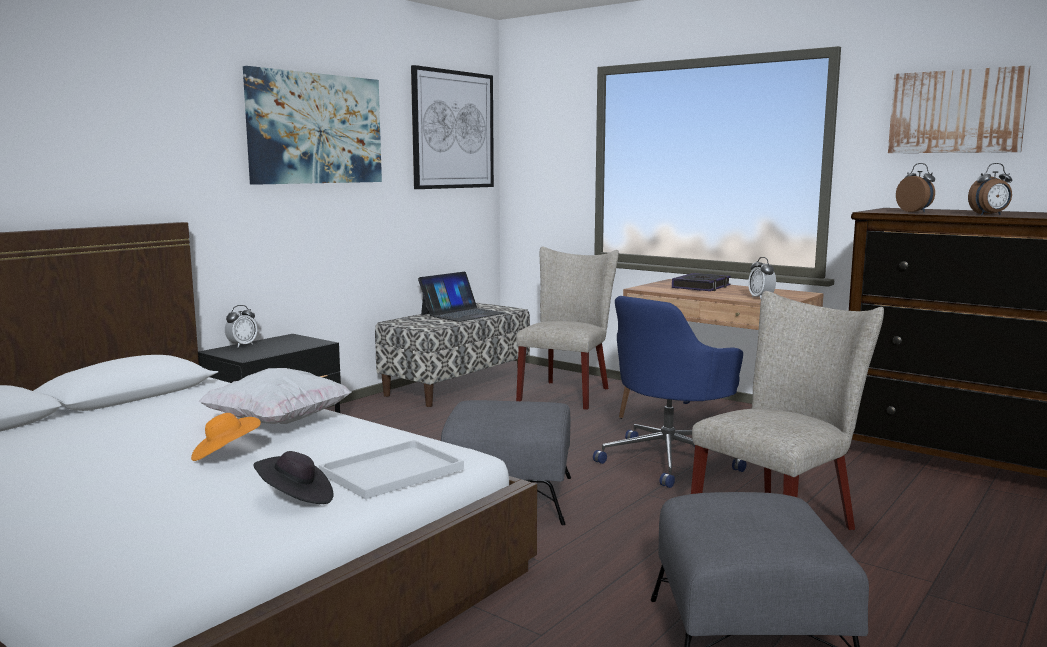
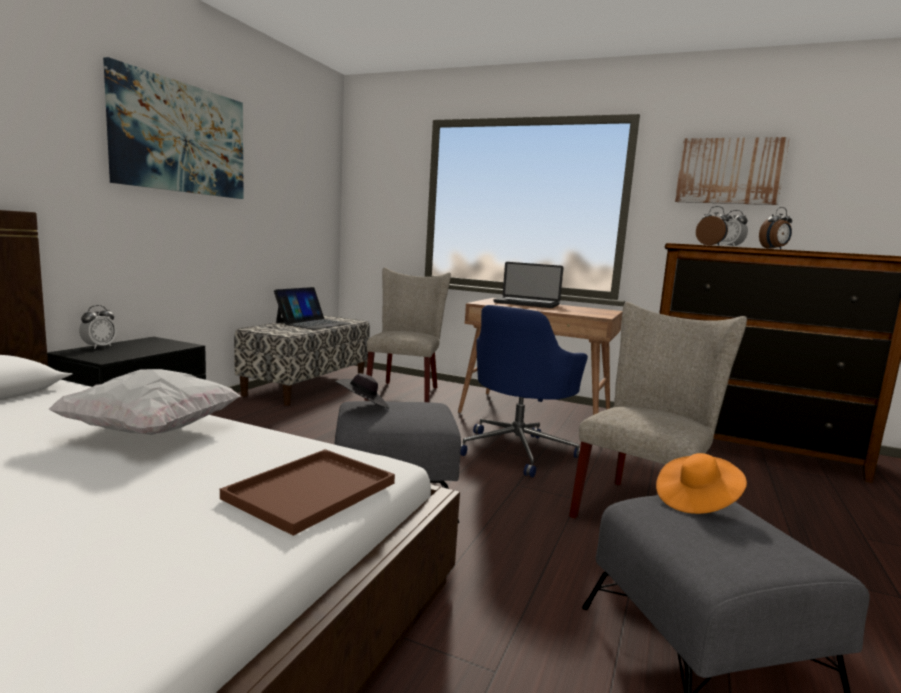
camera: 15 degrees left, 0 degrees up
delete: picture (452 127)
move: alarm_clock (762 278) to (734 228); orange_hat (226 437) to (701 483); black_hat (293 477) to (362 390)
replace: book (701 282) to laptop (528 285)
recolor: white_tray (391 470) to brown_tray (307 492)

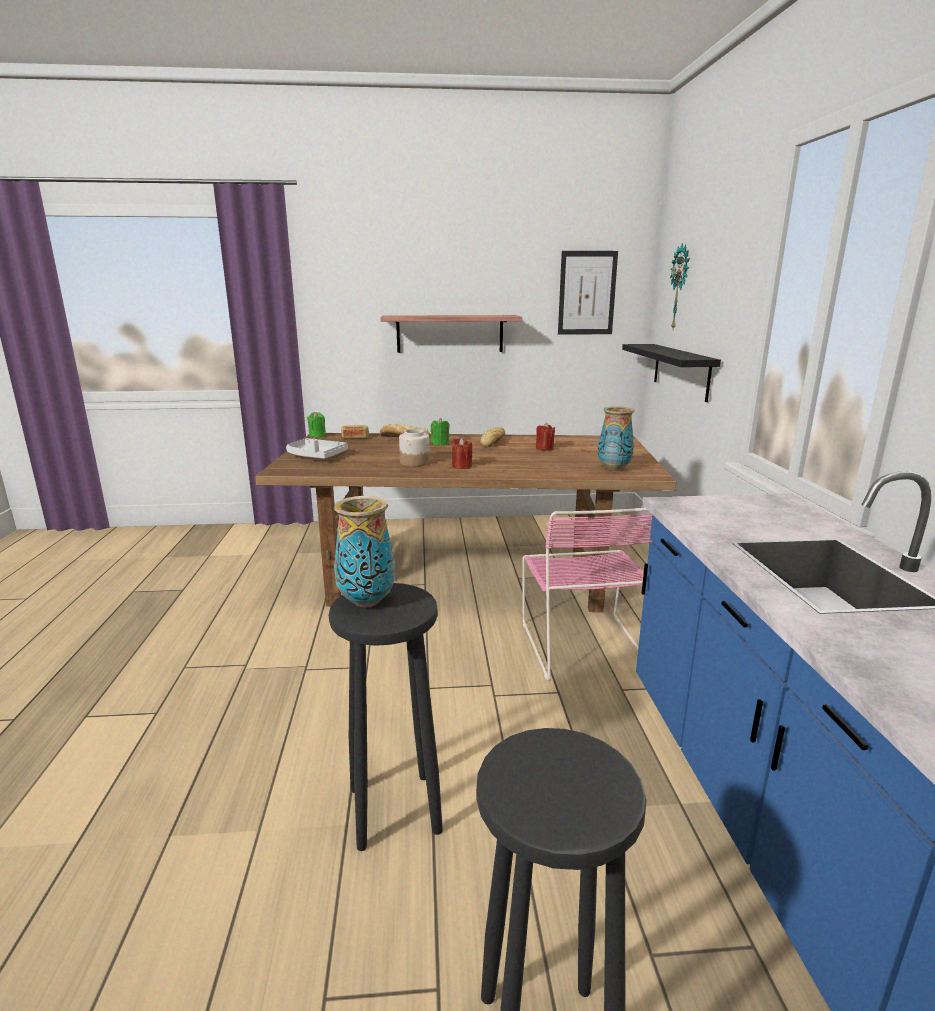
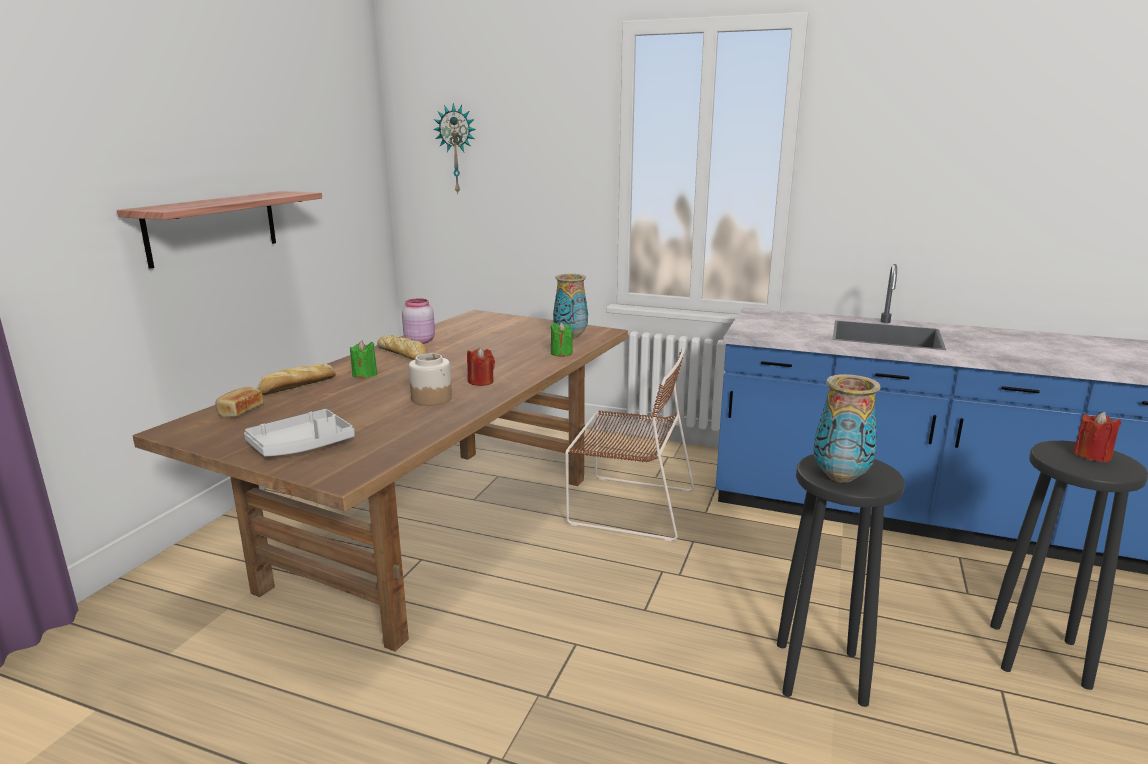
camera: 65 degrees left, 0 degrees up
delete: picture (588 293); black_shelf (671 373)
insert: pink_jar (418 321)
move: green_candle (316 425) to (561 339); red_candle (545 437) to (1097 437)
recolor: pink_chair (587 594) to brown_chair (629 444)

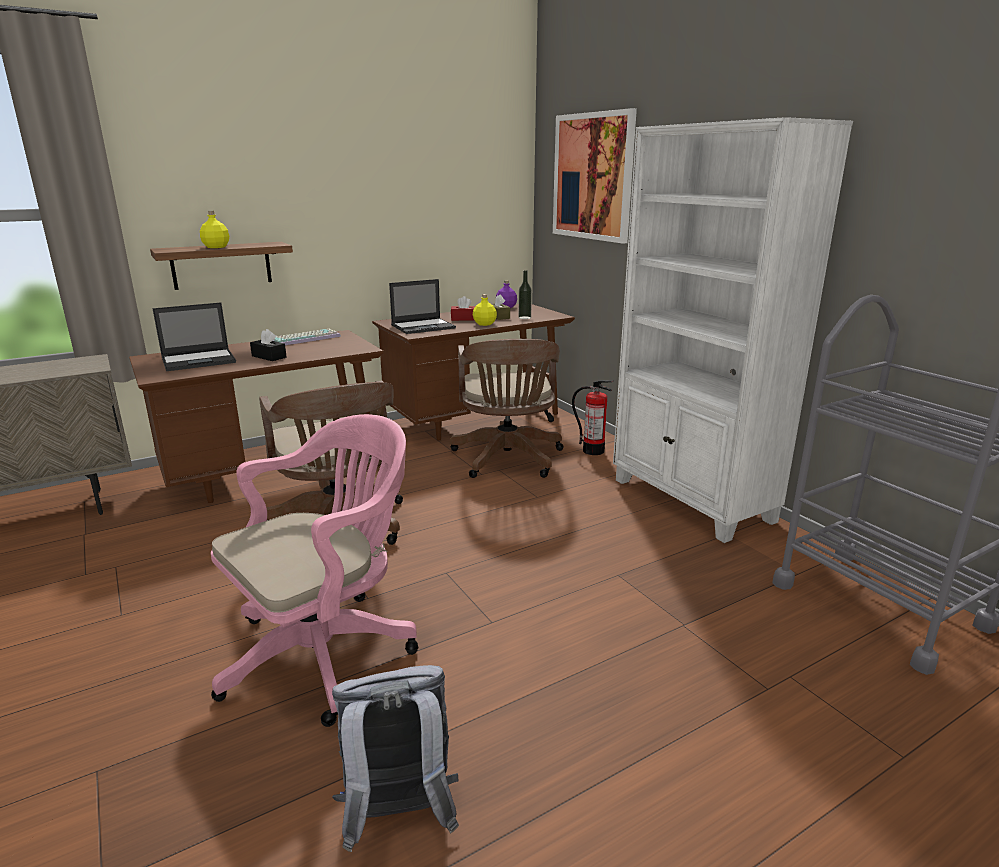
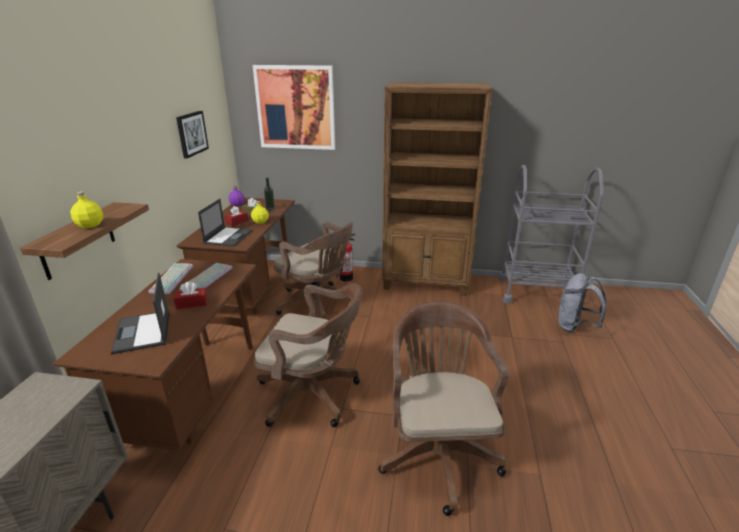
camera: 50 degrees left, 5 degrees up
insert: picture (192 135); keyboard (206 277)
move: grey_backpack (395 758) to (583 303)
recolor: white_bookcase (733 330) to brown_bookcase (437 189); black_tissue_box (268 345) to red_tissue_box (190 295); pink_office_chair (314 570) to brown_office_chair (443 408)
rotate: laptop (194 336) = (140 313) 150 degrees clockwise

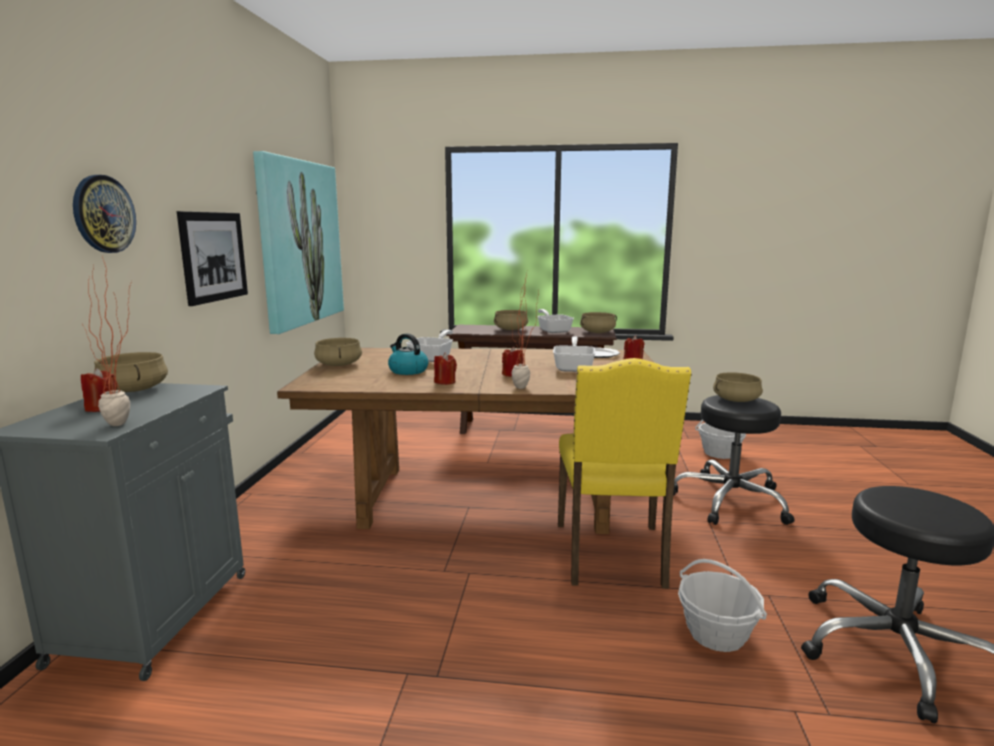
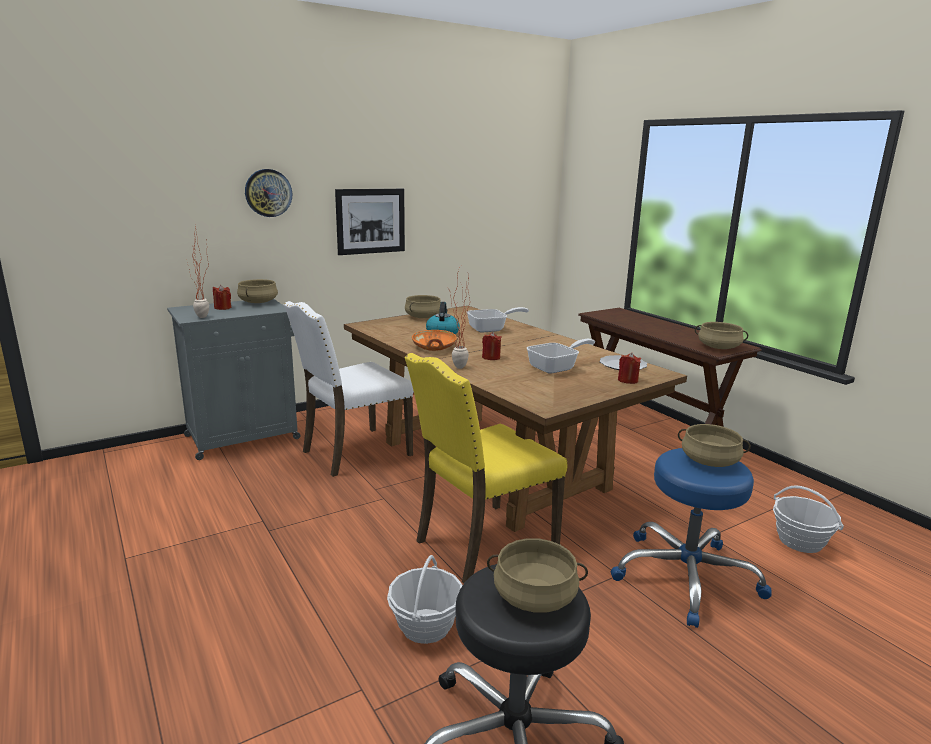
camera: 50 degrees right, 5 degrees up
delete: picture (298 242); frying_pan (555 321)
insert: white_chair (348 389)
move: beige_cooking_pot (511 320) to (537 575)
replace: red_candle (445 369) to orange_bowl (434 340)
recolor: black_stool (734 460) to blue_stool (691 538)

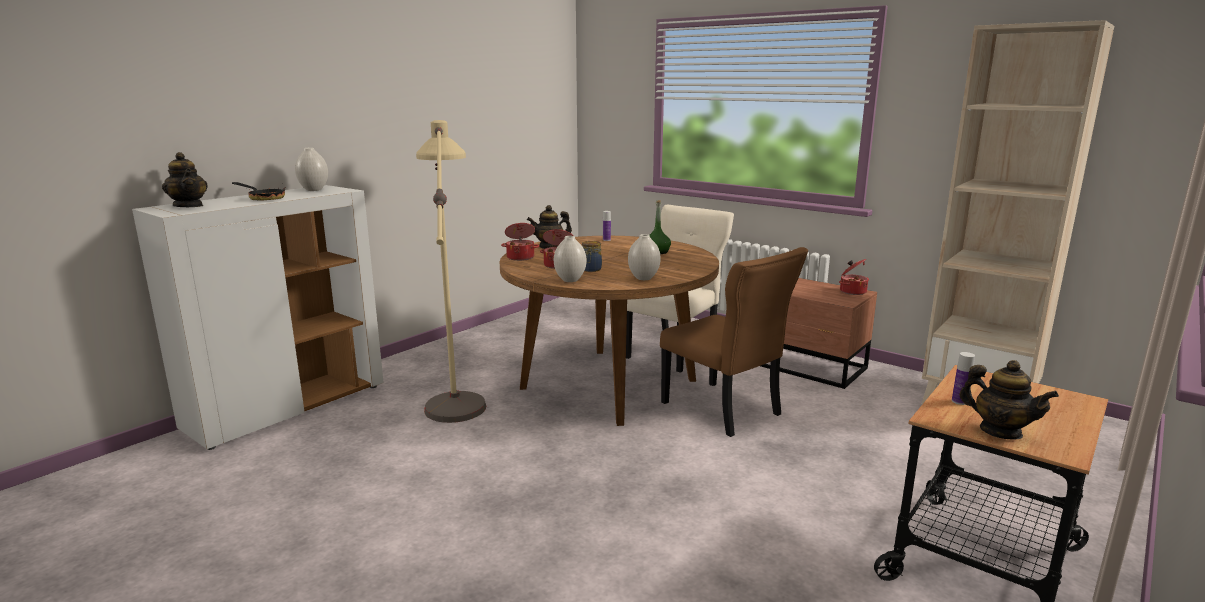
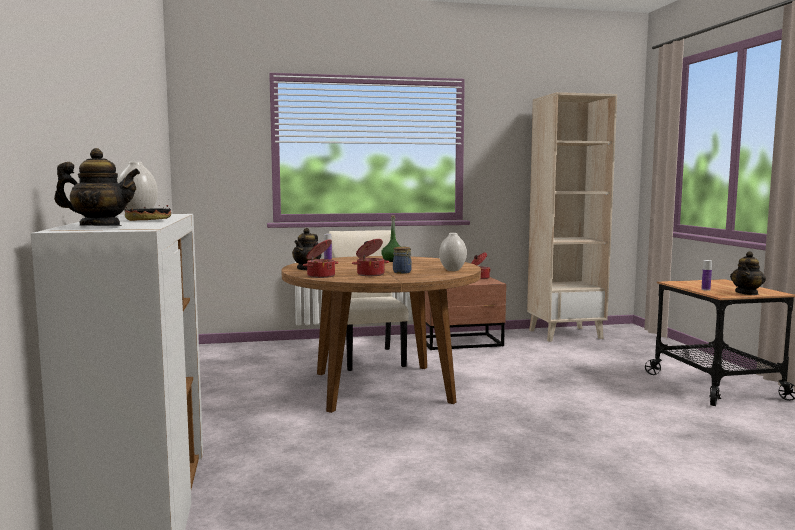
camera: 50 degrees left, 10 degrees down
delete: beige_floor_lamp (451 271); white_vase (570 259); brown_chair (734 342)
rotate: teapot (1009 400) = (748 273) 135 degrees clockwise

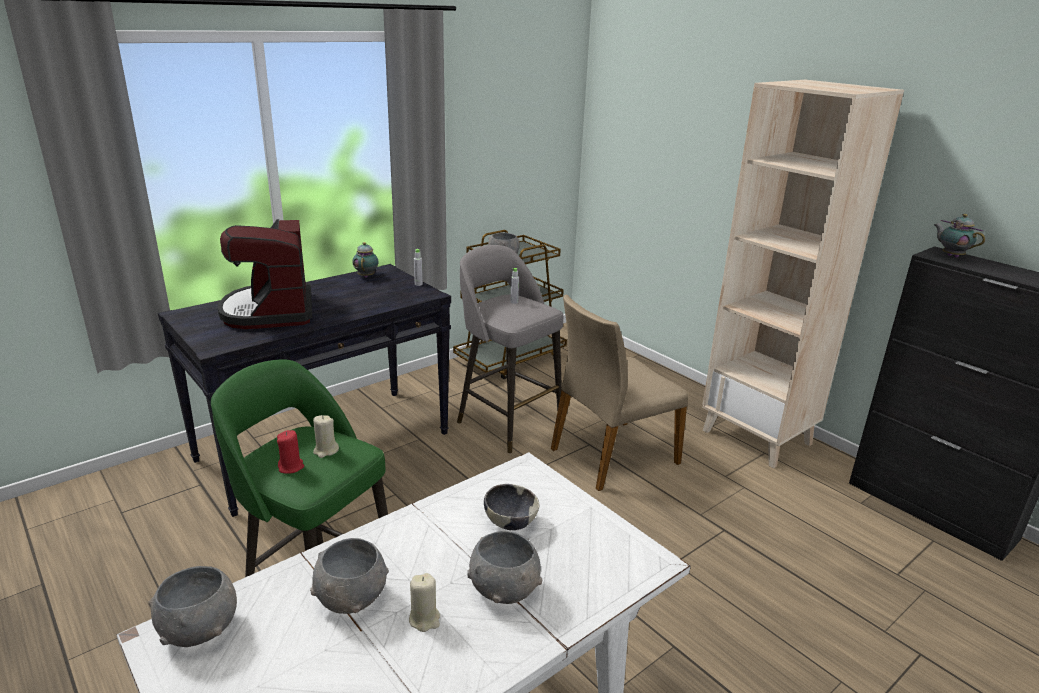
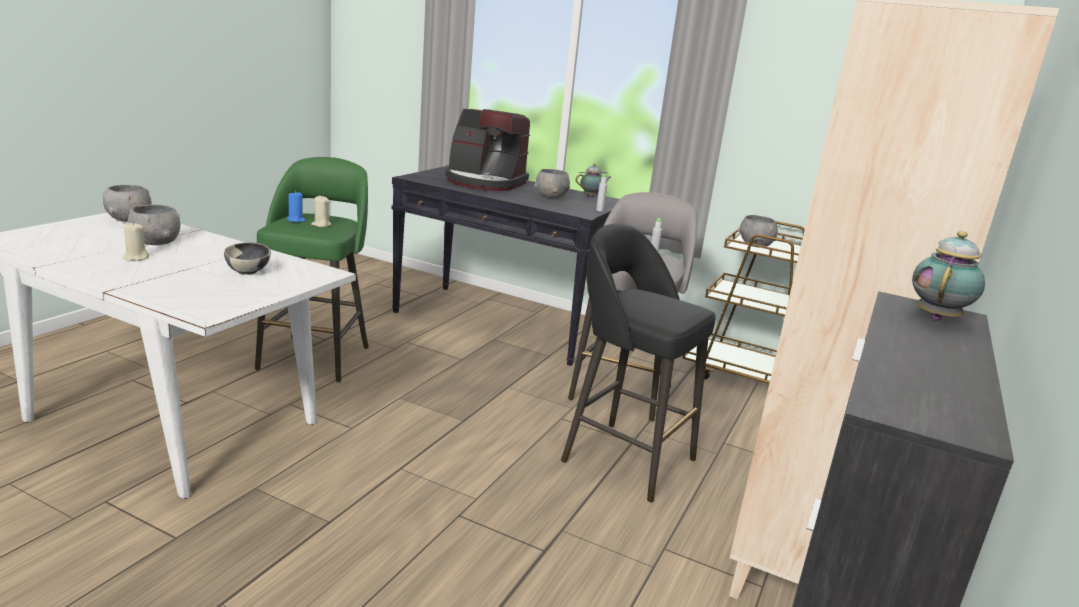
camera: 65 degrees right, 5 degrees down
move: grey_bowl (504 567) to (552 184)
replace: beige_chair (619 392) to black_stool (638 363)
recolor: red_candle (290 452) to blue_candle (296 206)
rotate: coffee_machine (265 274) = (487 150) 120 degrees counterclockwise

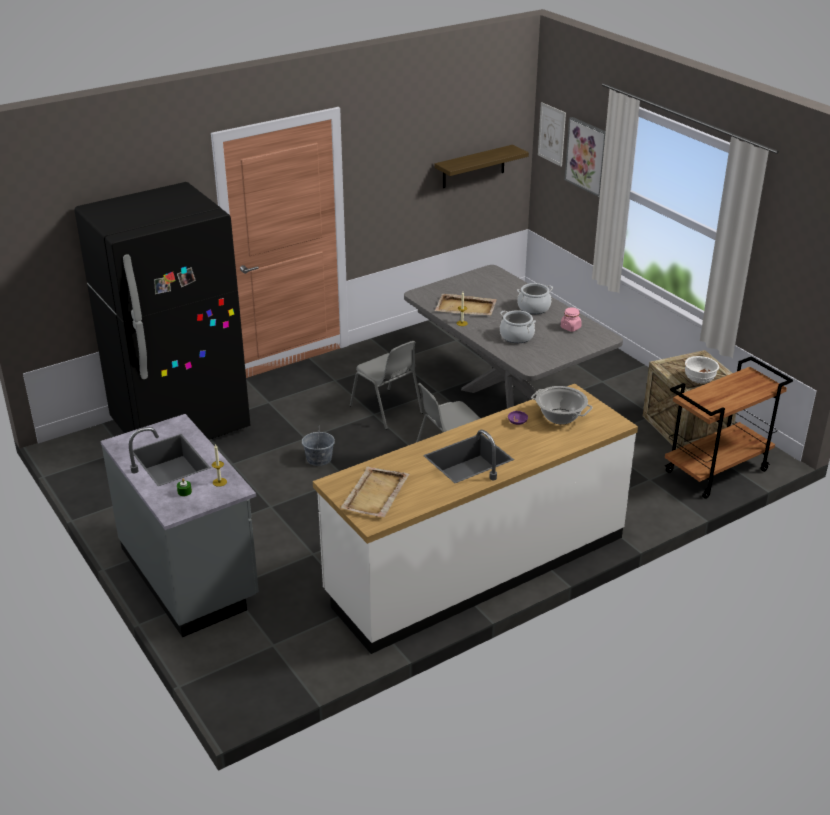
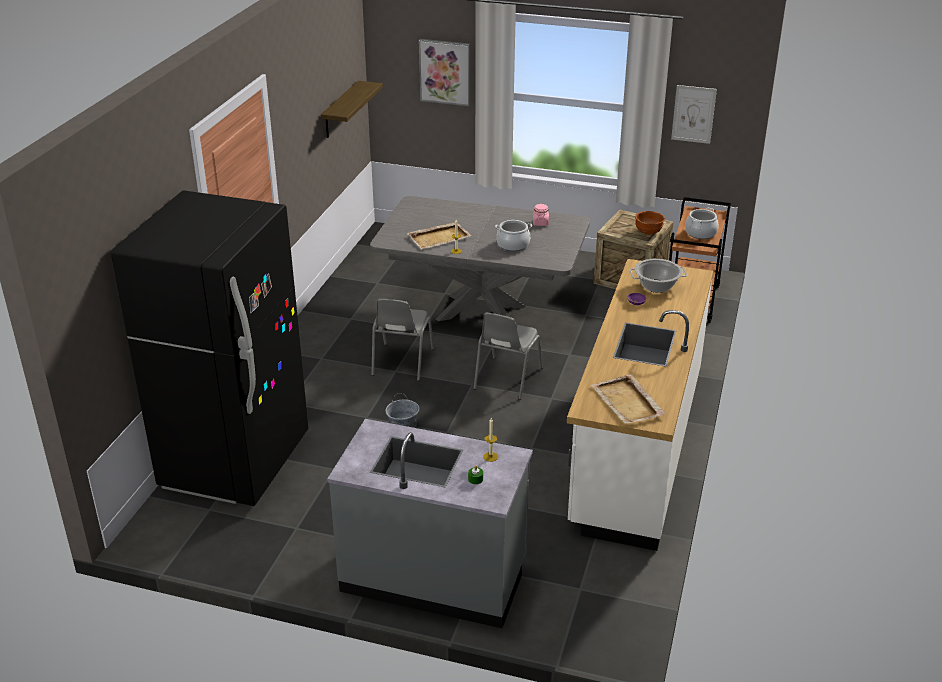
camera: 40 degrees left, 0 degrees up
move: picture (552 134) to (694 114); cooking_pot (535 298) to (702 223)
recolor: white_bowl (702 370) to brown_bowl (650 223)
rotate: grey_chair (386 385) = (402 340) 90 degrees clockwise

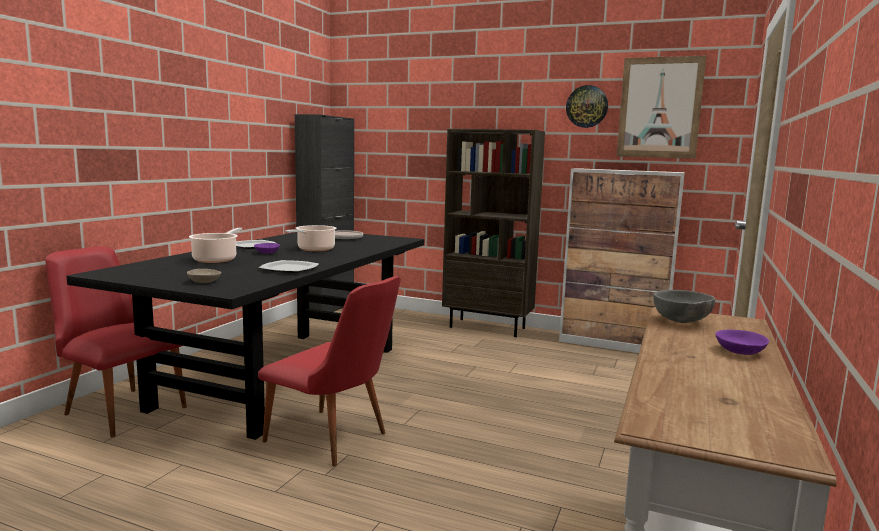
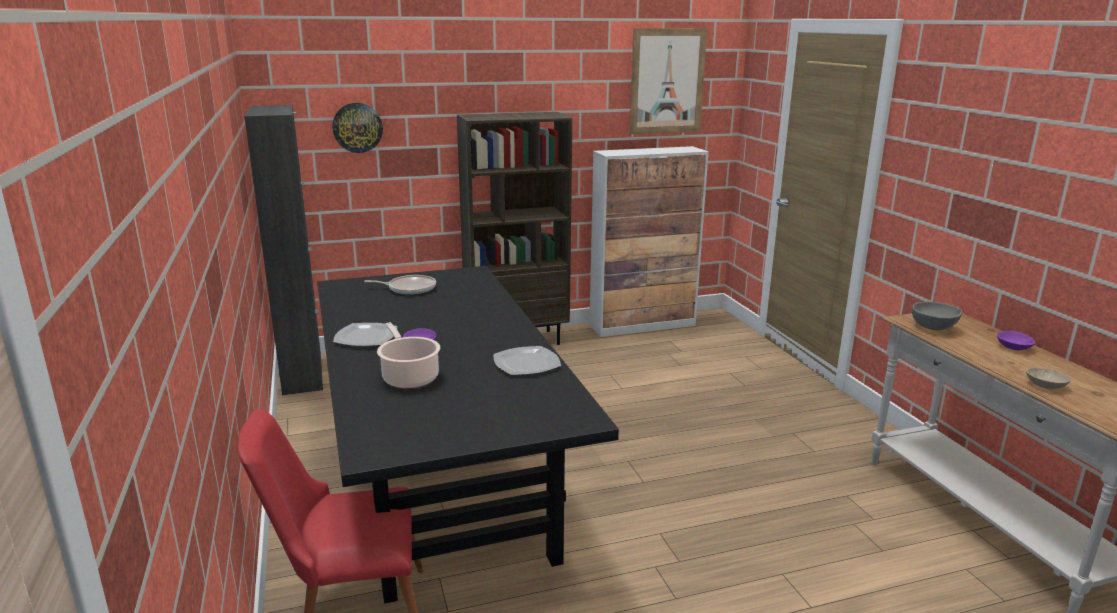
camera: 40 degrees left, 10 degrees up
delete: cooking_pot (311 238); red_chair (329 371)
move: wall_clock (587 106) to (357 128); beige_bowl (204 276) to (1048 378)

